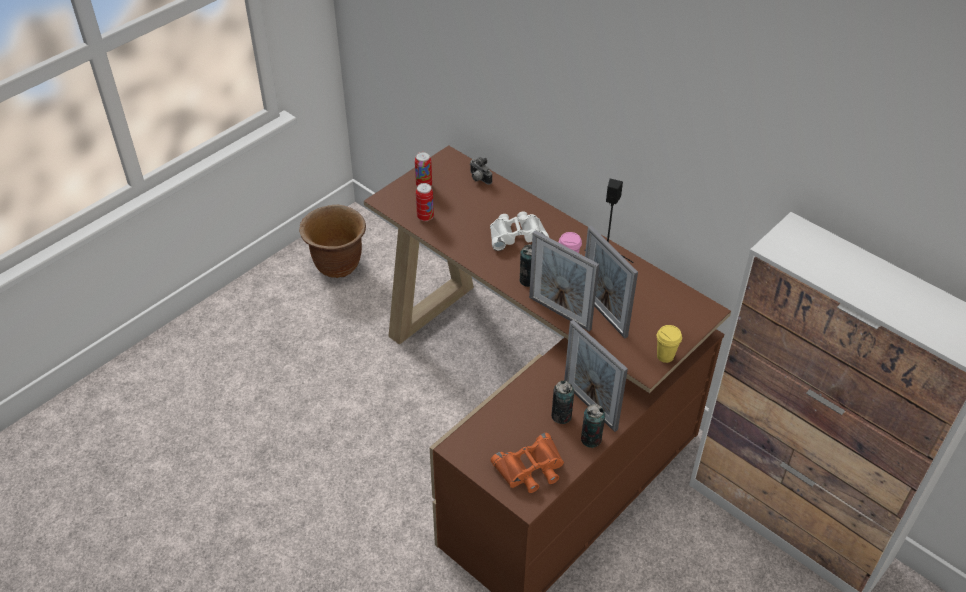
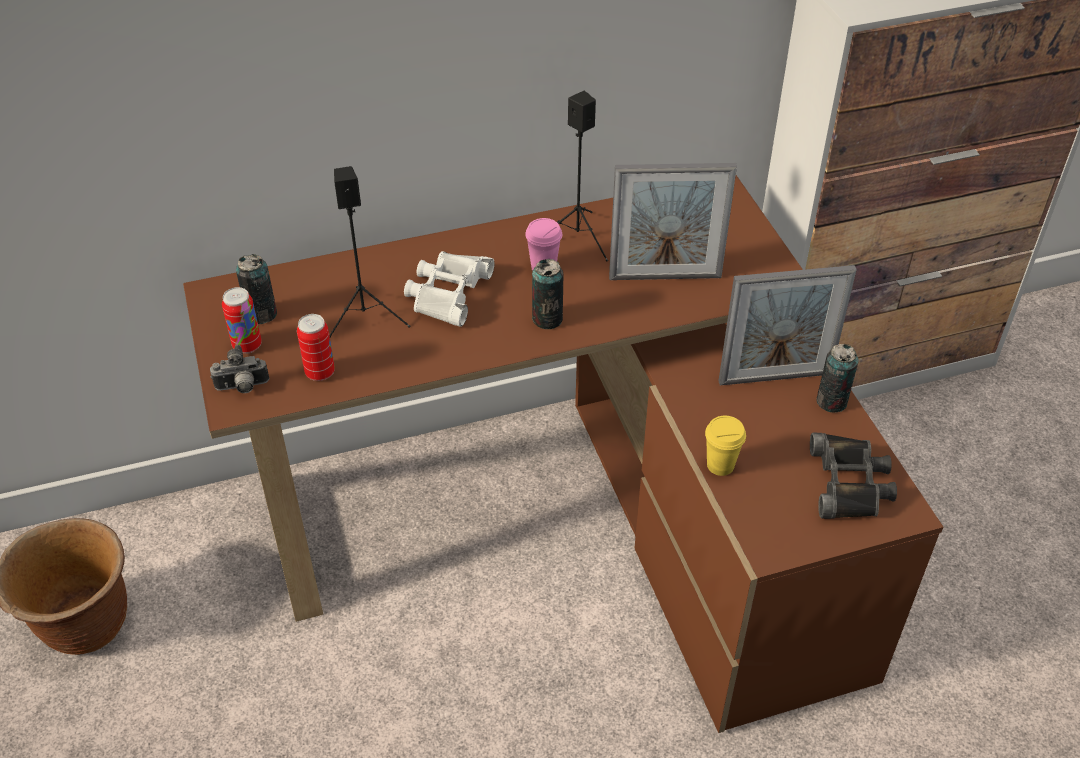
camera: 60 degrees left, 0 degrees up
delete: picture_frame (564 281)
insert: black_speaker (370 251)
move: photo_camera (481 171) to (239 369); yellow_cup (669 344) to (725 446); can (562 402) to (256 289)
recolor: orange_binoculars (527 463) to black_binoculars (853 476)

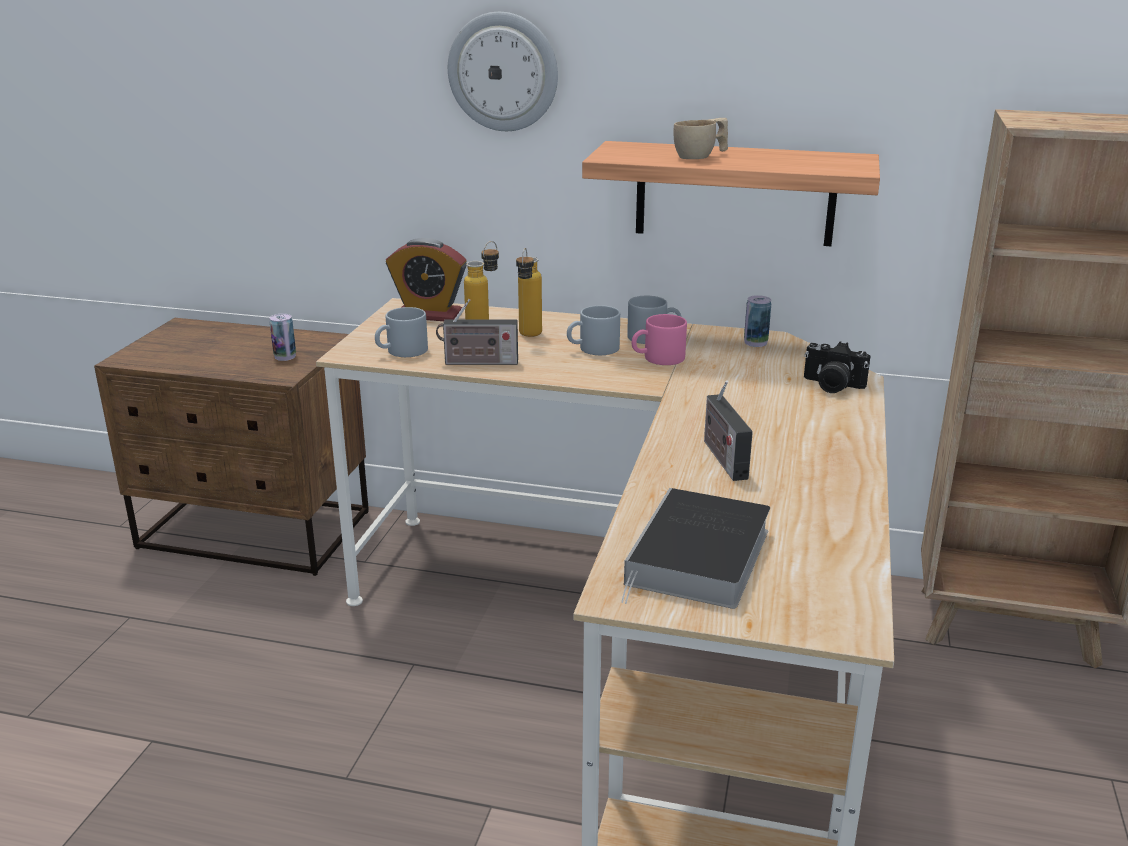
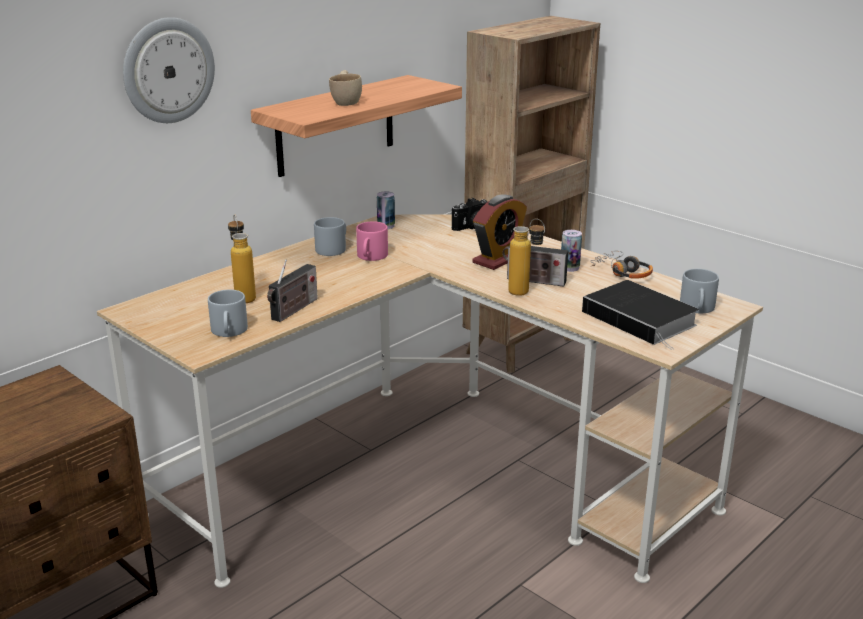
camera: 60 degrees left, 0 degrees up
insert: headphones (621 265)
move: alarm_clock (426 279) to (499 232); bottle (529 292) to (526 257); grey_mug (593 330) to (699 291); can (282 337) to (571 251)

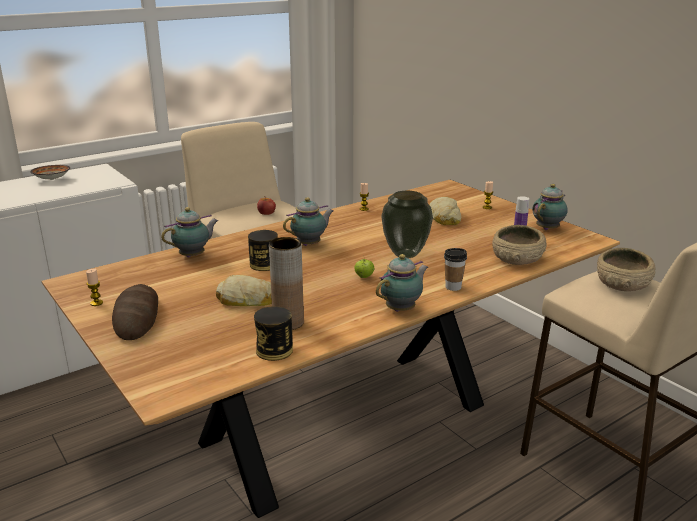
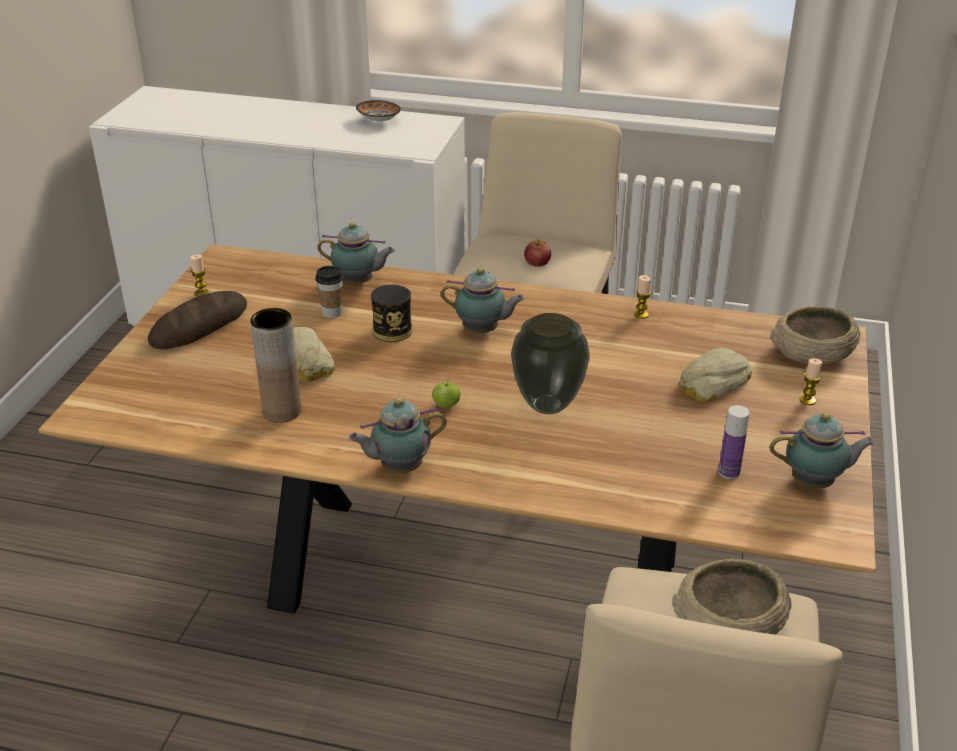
camera: 50 degrees right, 10 degrees up
delete: can (273 333)
move: beige_bowl (519 245) to (815 335); cup (455 269) to (329 292)
rotate: teapot (402 283) = (398 435) 150 degrees clockwise

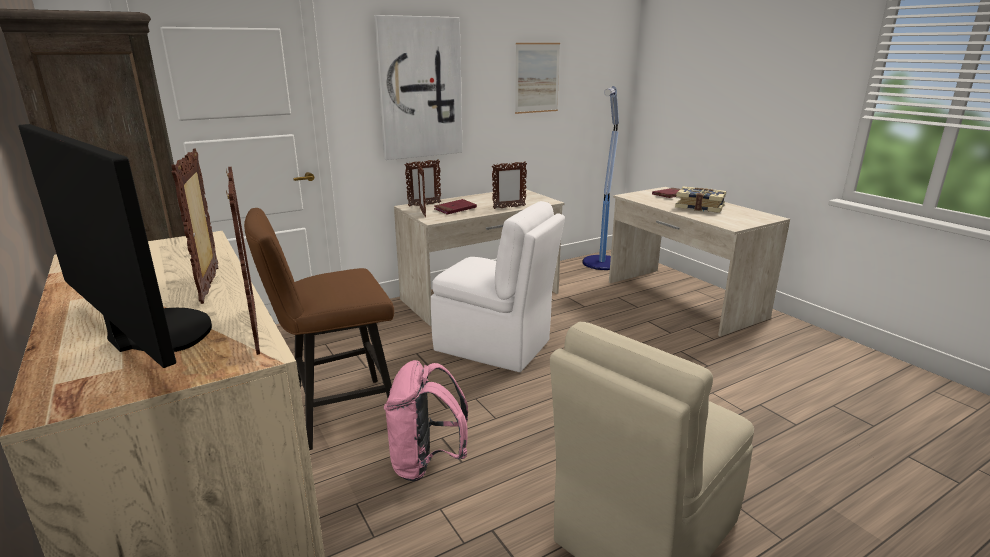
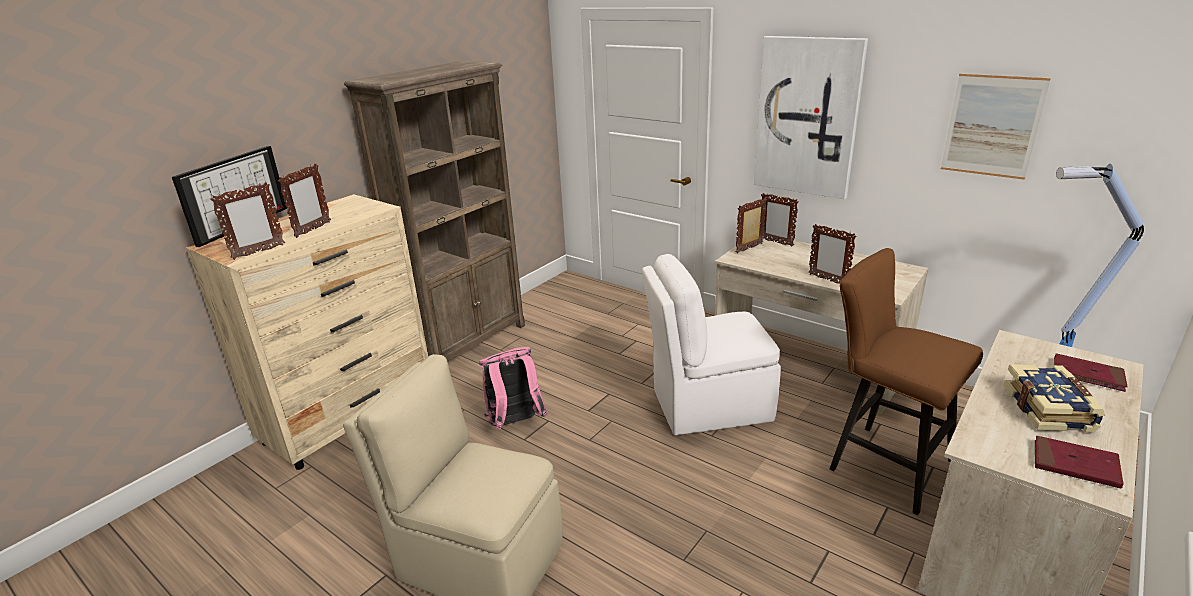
camera: 70 degrees right, 5 degrees up
move: red_book (455 206) to (1079 462); brown_stool (319 329) to (906 382)
rotate: picture_frame (195 226) = (304 201) 150 degrees clockwise; white_chair (498 286) = (711 344) 75 degrees clockwise

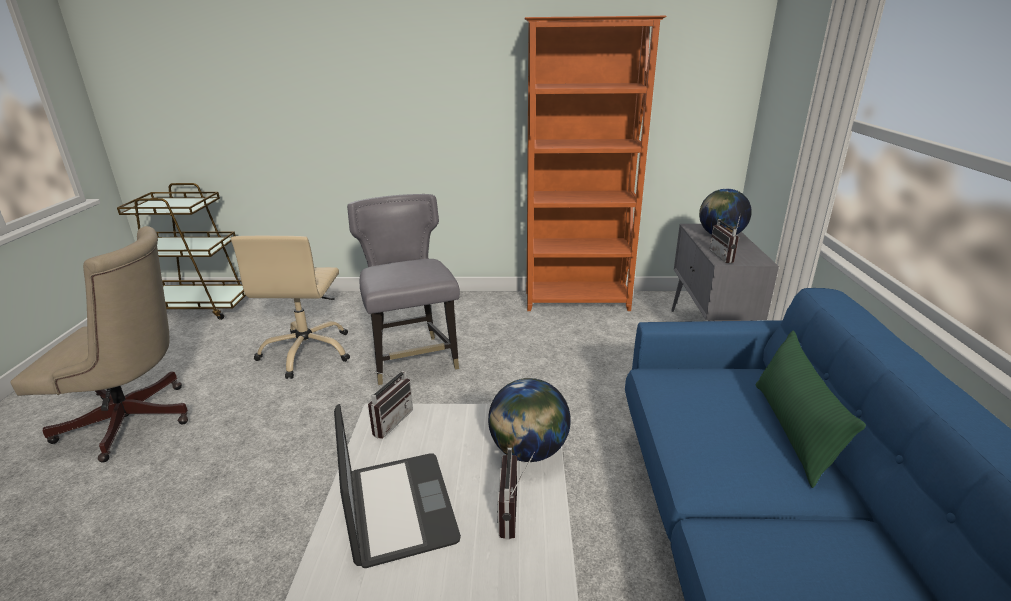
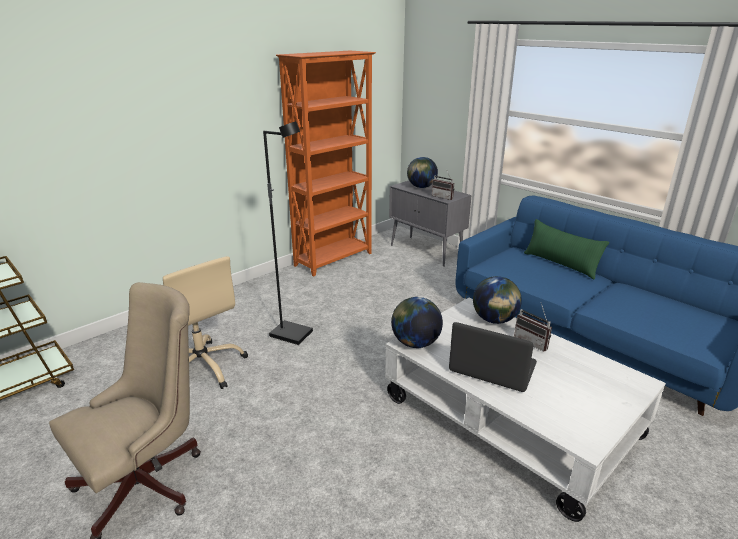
camera: 45 degrees left, 0 degrees up
replace: grey_chair (403 289) to black_floor_lamp (288 233); radio (390 404) to globe (417 322)

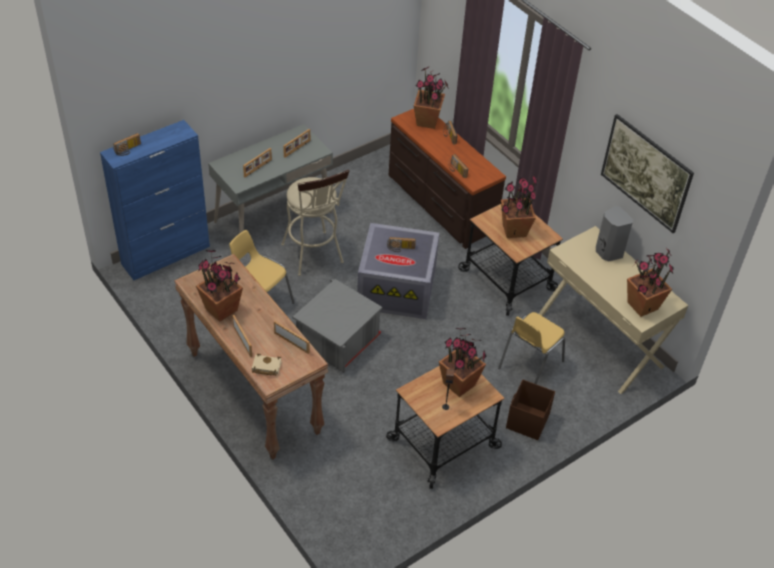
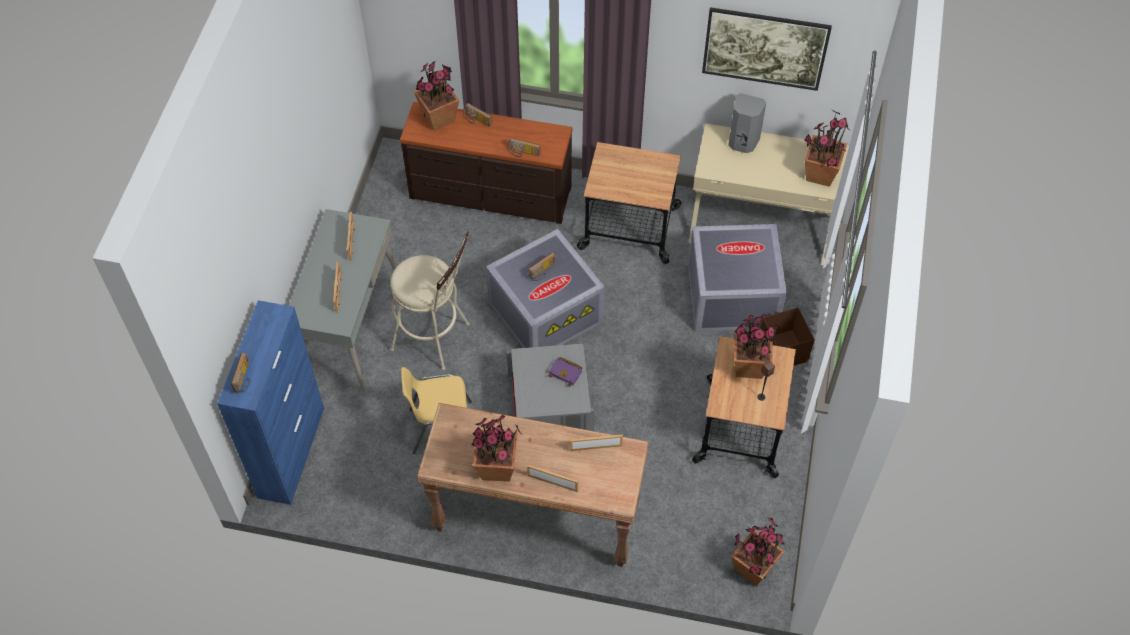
camera: 40 degrees left, 10 degrees up
delete: beige_book (267 365)
insert: purple_book (565 372)
move: potted_plant (519 206) to (758 552)
replace: yellow_chair (531 348) to grey_storage_box (737 277)

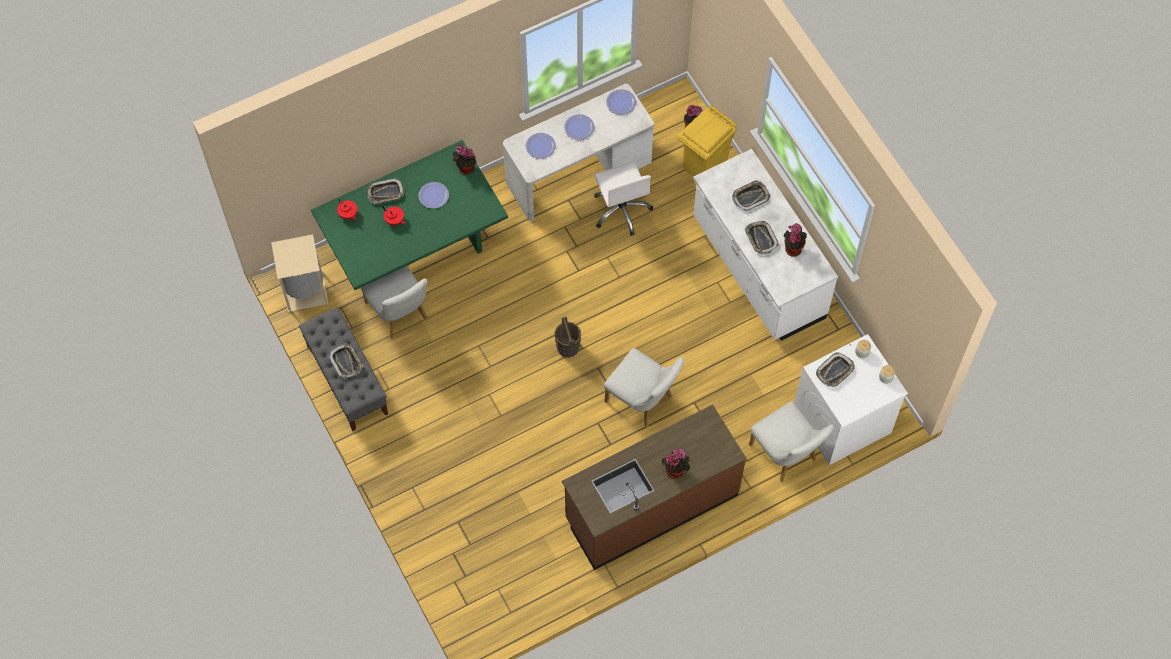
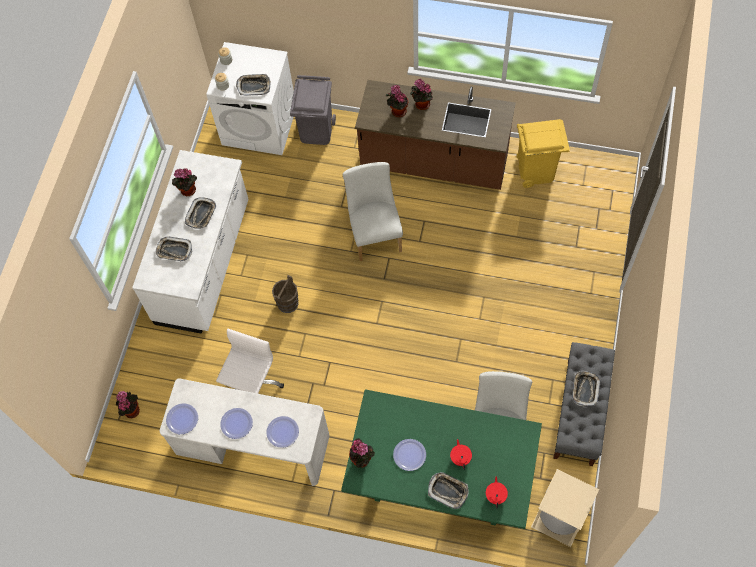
camera: 135 degrees left, 0 degrees up
insert: potted_plant (397 101)
move: yellow_trash_can (707 140) to (543 153); brown_bucket (568 337) to (285 294)
replace: white_chair (791 441) to grey_trash_can (313 110)

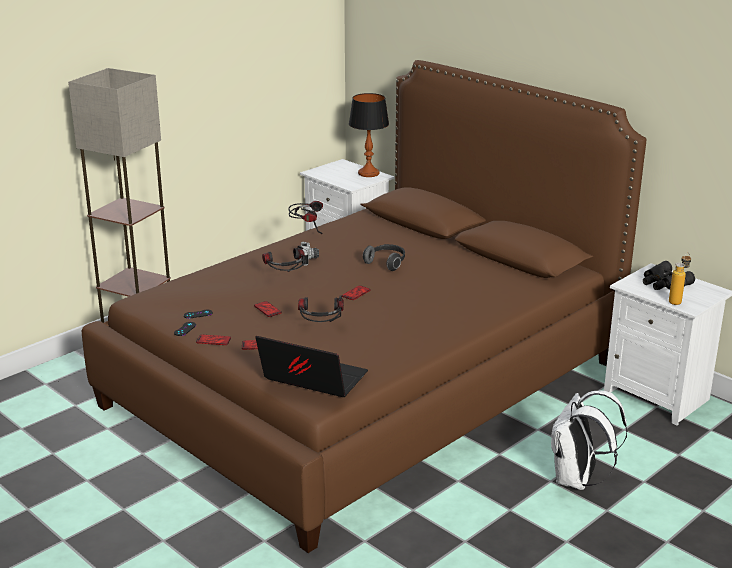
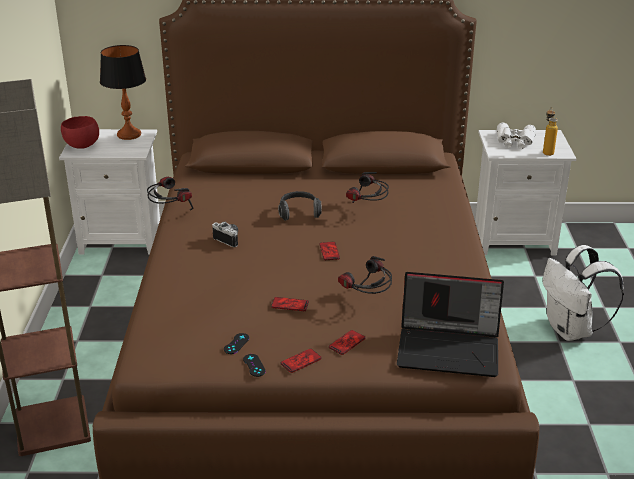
camera: 45 degrees left, 5 degrees up
insert: red_bowl (80 132)
move: headphones (283 258) to (367 187)
recolor: black_binoculars (669 275) to white_binoculars (516 136)
rotate: laptop (311 366) = (450 324) 150 degrees counterclockwise

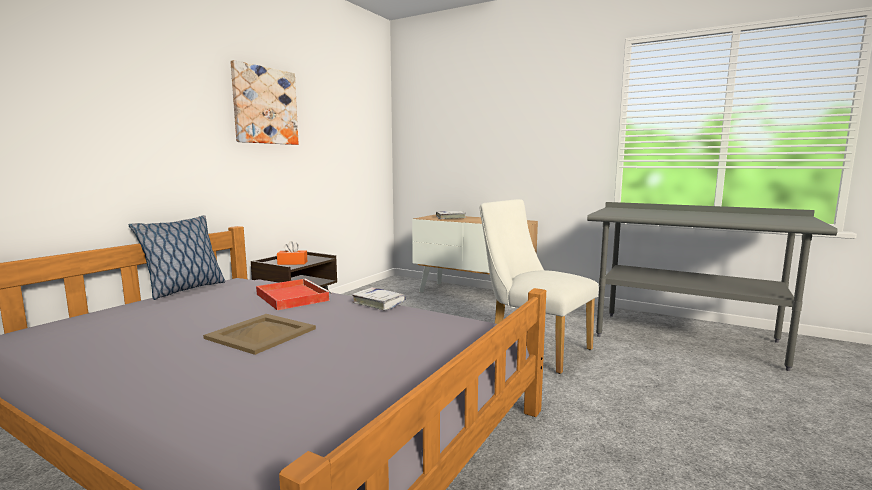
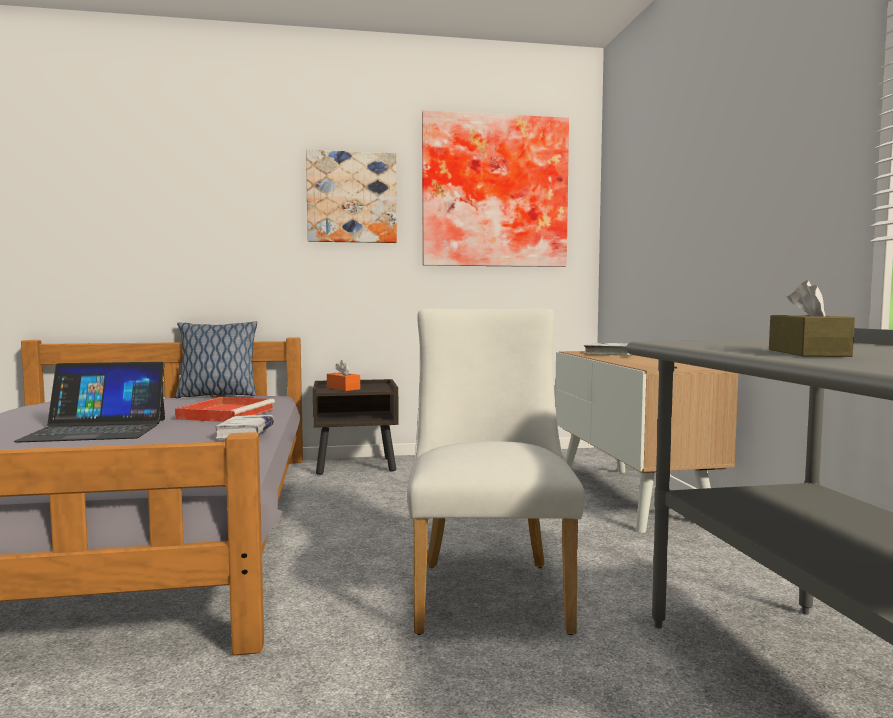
camera: 50 degrees right, 5 degrees down
insert: picture (495 188); brown_tissue_box (812 318)
replace: beige_tray (259 334) to laptop (89 402)

